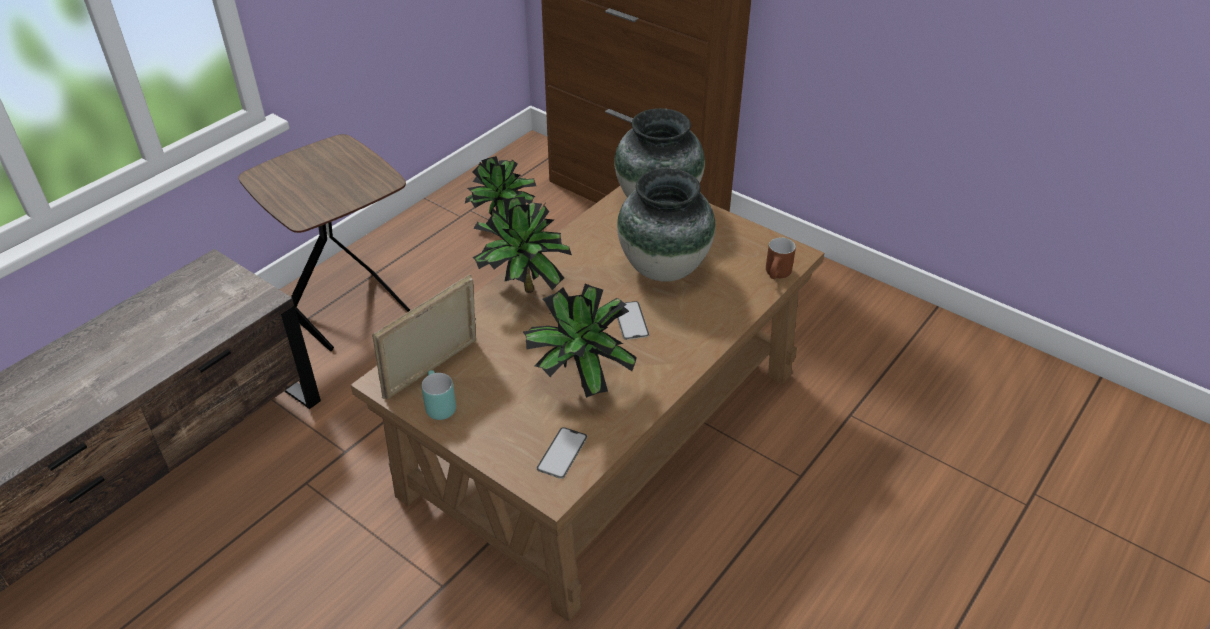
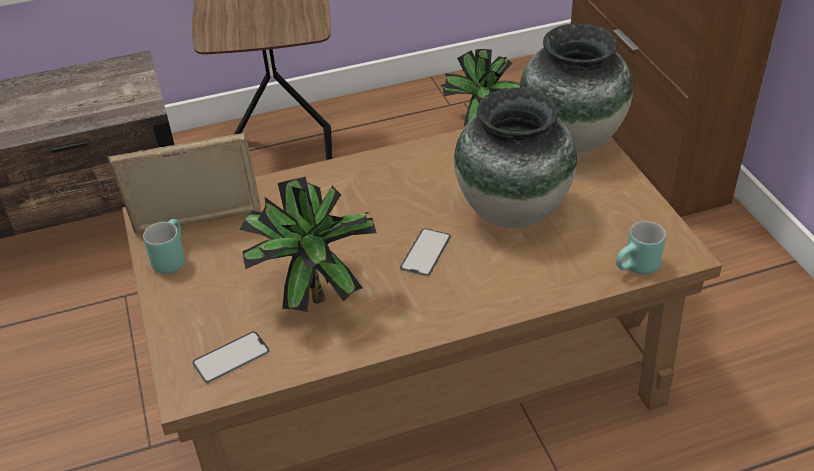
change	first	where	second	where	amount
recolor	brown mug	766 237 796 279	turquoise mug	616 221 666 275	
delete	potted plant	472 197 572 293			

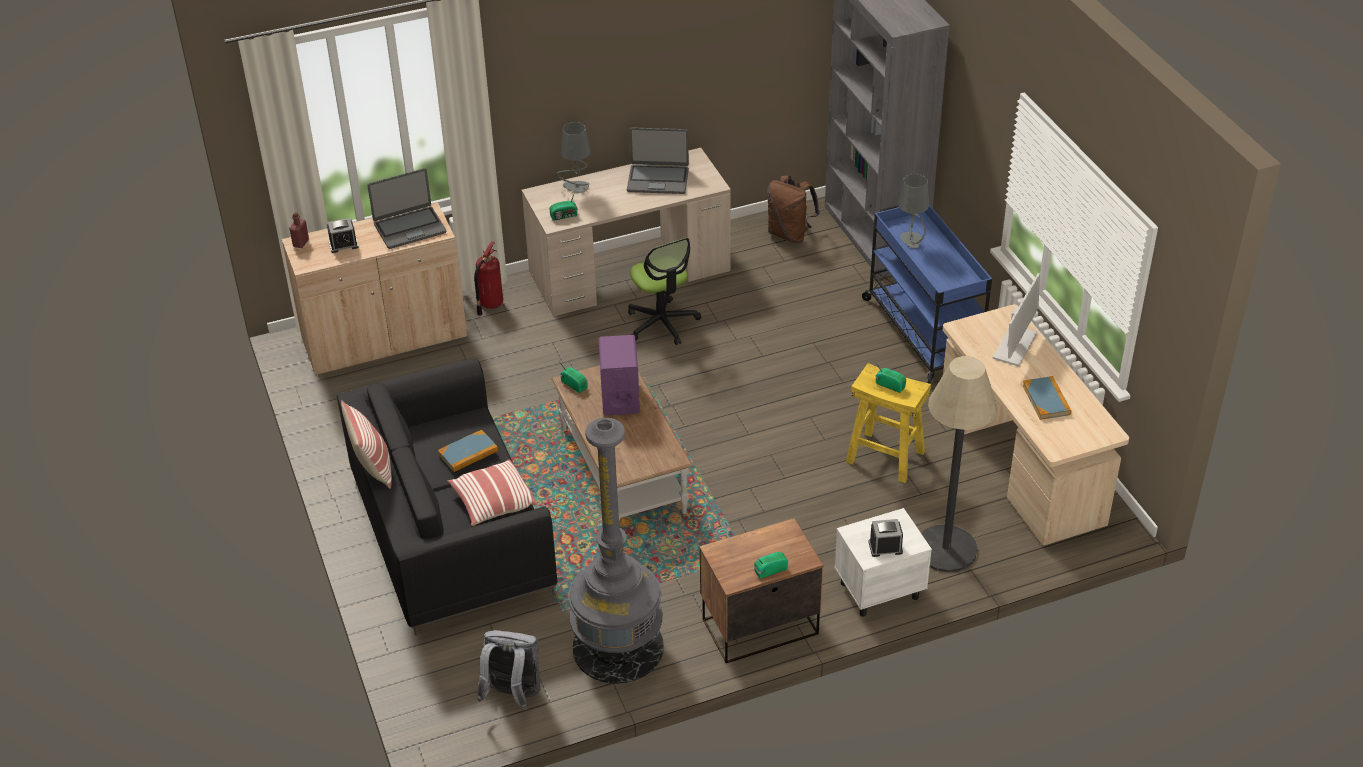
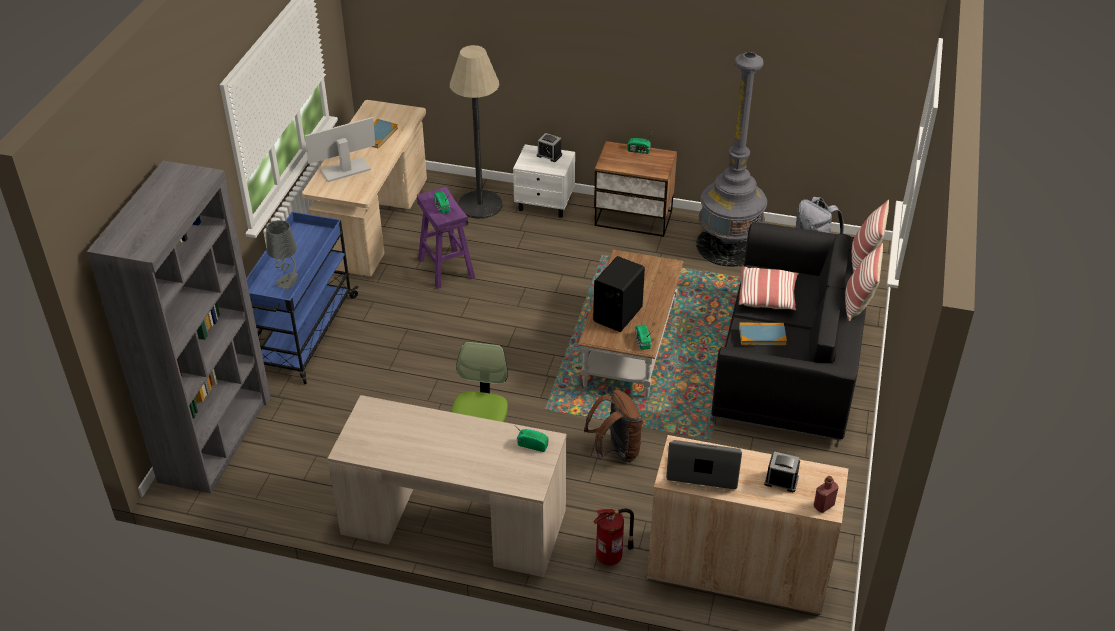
change	first	where	second	where	amount
recolor	yellow stool	846 363 931 483	purple stool	417 187 475 289	
move	brown backpack	767 176 820 243		584 390 643 463	
recolor	purple speaker	599 335 640 415	black speaker	593 256 645 332	
insert			pillow	852 200 889 273	
delete	grey table lamp	556 122 590 193			
delete	laptop	627 127 689 194			

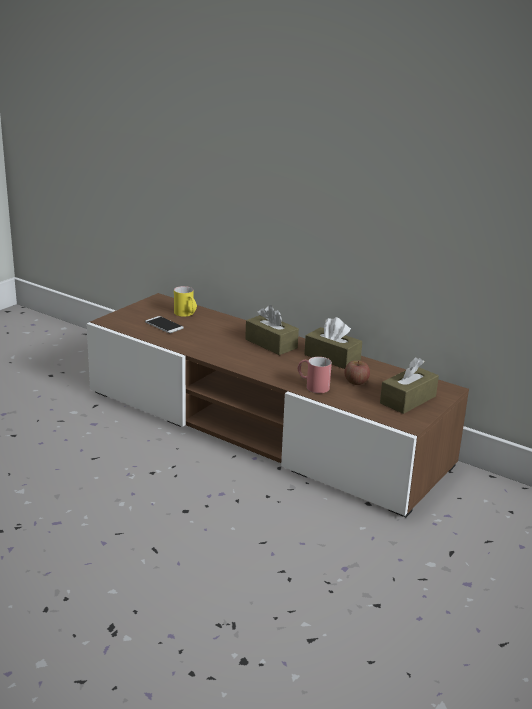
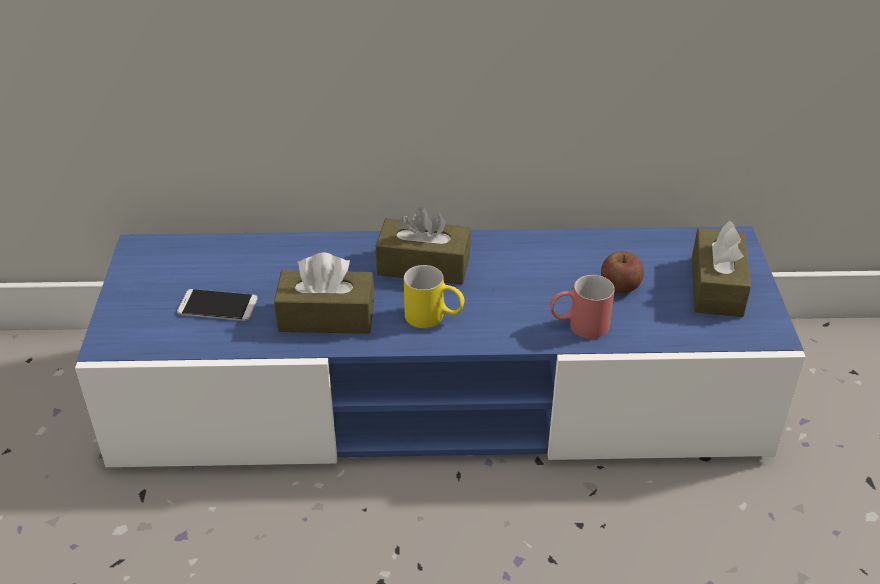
change	first	where	second	where	amount
recolor	brown tv stand	87 293 469 517	blue tv stand	75 226 805 467	
move	brown tissue box	304 317 362 369		274 253 374 334	
move	yellow mug	174 286 197 317		404 265 464 328	

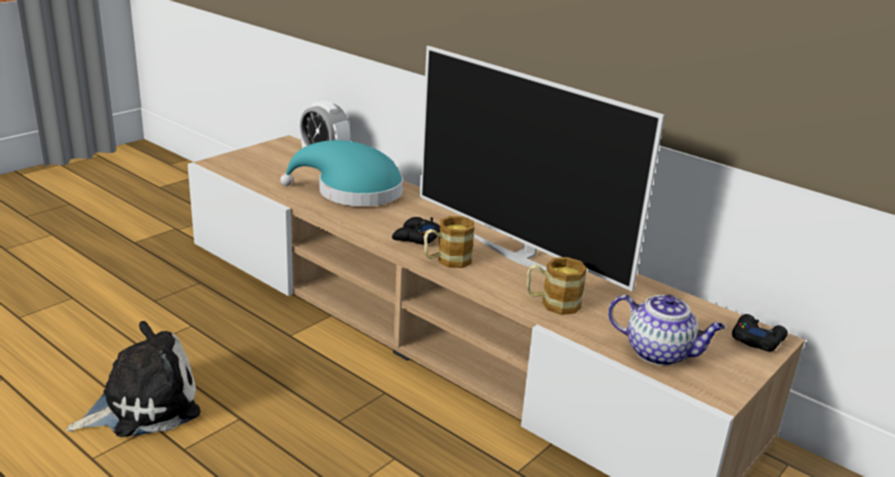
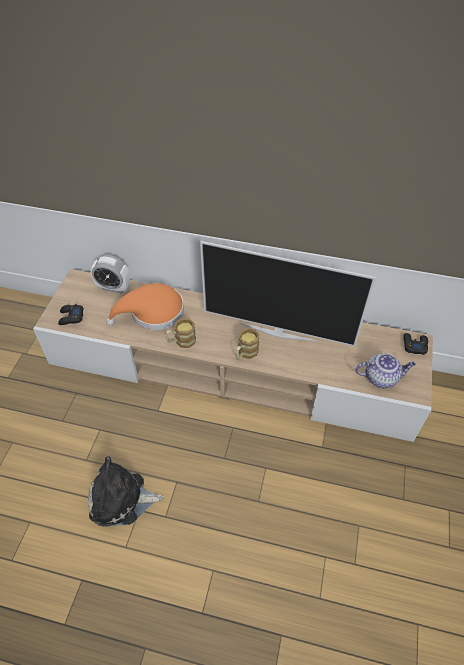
change	first	where	second	where	amount
move	black game controller	392 217 440 245		58 304 84 325	
rotate	plush toy	66 321 201 437		88 456 164 527	120 degrees counterclockwise
recolor	turquoise hat	280 140 403 206	orange hat	106 283 184 330	
move	mug	527 257 587 315		165 318 196 348	

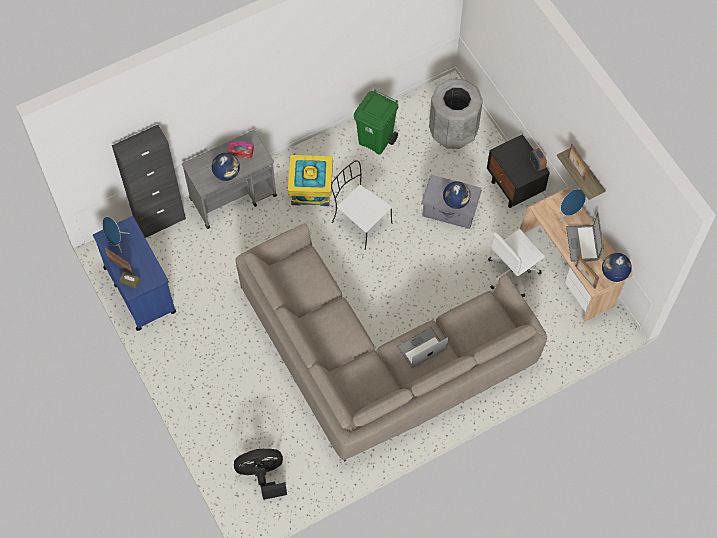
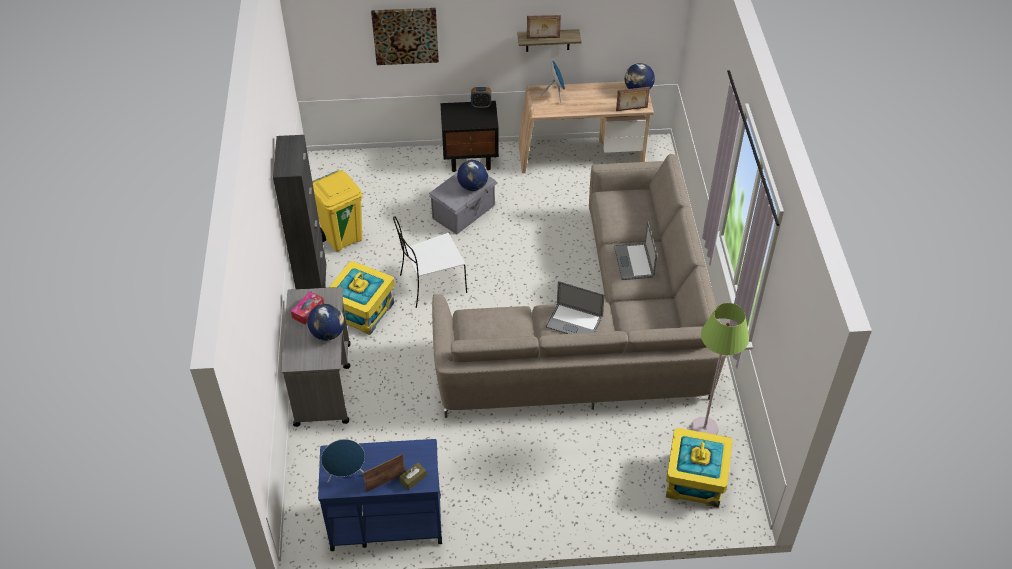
change	first	where	second	where	amount
move	black cabinet	112 125 186 238		273 135 326 289	
recolor	green trash can	354 90 398 154	yellow trash can	312 170 362 251	
insert			picture	371 8 439 65	
move	laptop	566 212 604 262		546 281 605 334	
replace	black fan	234 449 287 500	yellow storage box	666 428 733 508	
insert			green floor lamp	691 303 749 435	
delete	grey trash can	429 79 483 149			
delete	white office chair	488 229 545 297			

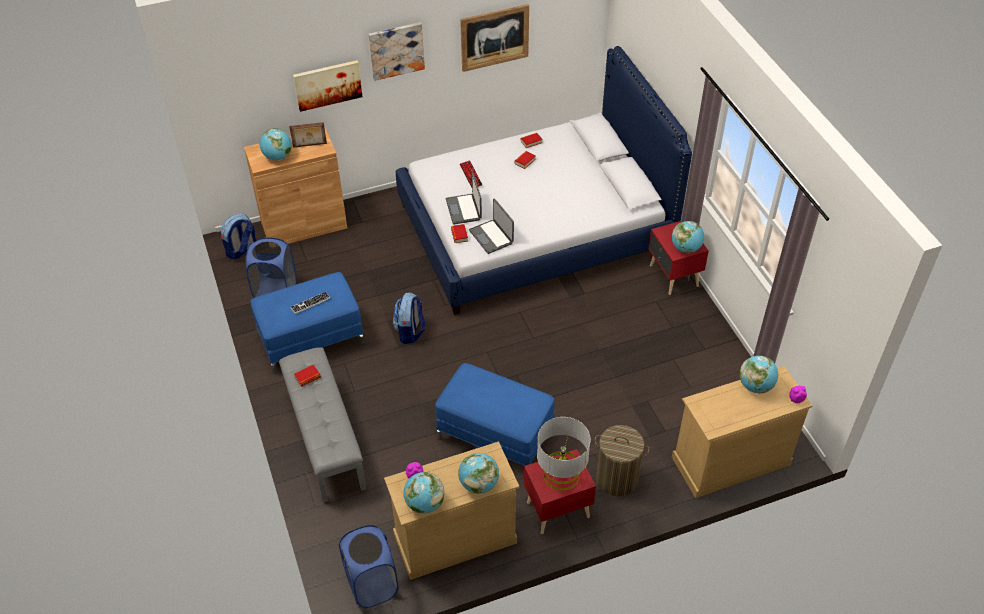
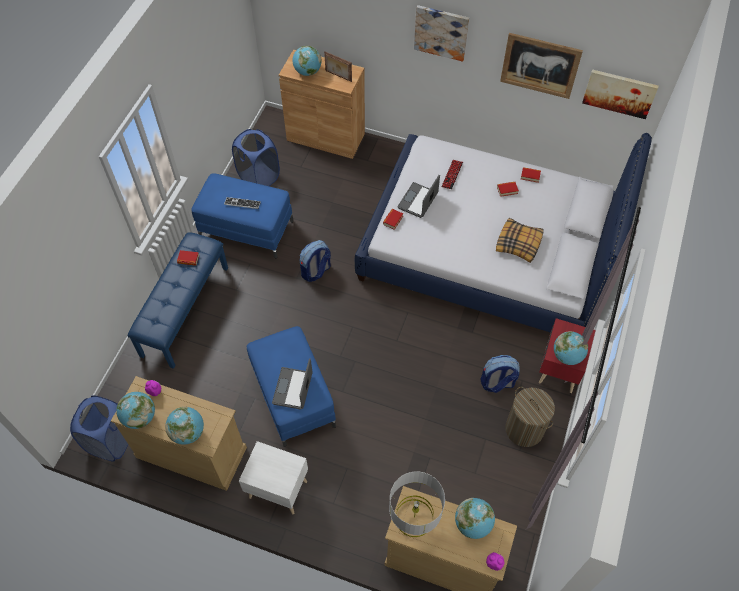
change	first	where	second	where	amount
recolor	grey bench	279 347 366 503	blue bench	128 232 228 369	
recolor	red nightstand	524 449 596 534	white nightstand	239 441 308 514	
move	laptop	469 198 514 254		272 358 313 410	
move	grey table lamp	537 417 590 490		389 471 445 537	
move	backpack	221 213 256 260		481 355 520 393	
insert			pillow	496 218 543 263	
move	laundry basket	595 425 649 496		506 387 555 447	
move	picture	293 60 362 112		582 69 659 119	

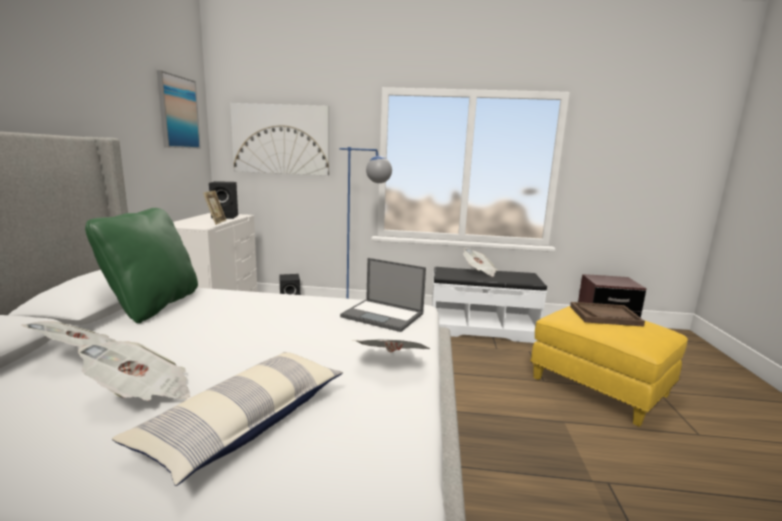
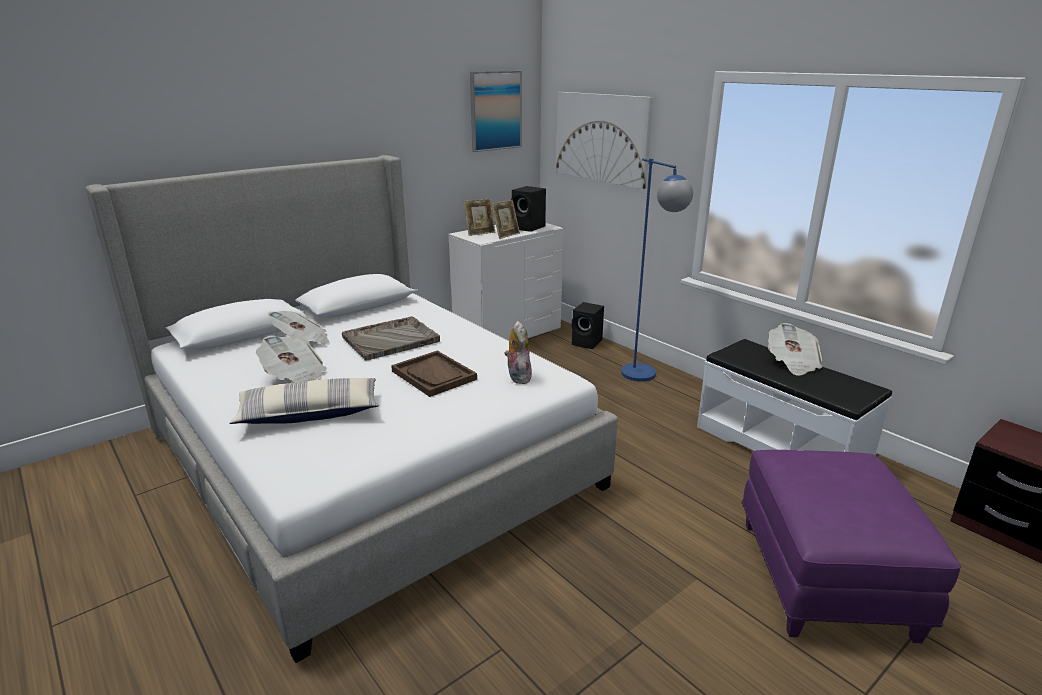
change	first	where	second	where	amount
insert			grey tray	342 316 440 361	
move	brown tray	570 302 645 327		391 351 477 397	
insert			picture frame	464 198 495 236	
replace	laptop	340 258 426 332	plush toy	504 321 532 384	
recolor	yellow ottoman	530 306 688 427	purple ottoman	741 450 961 643	
delete	green pillow	85 208 198 323			
delete	newspaper	353 339 430 352			

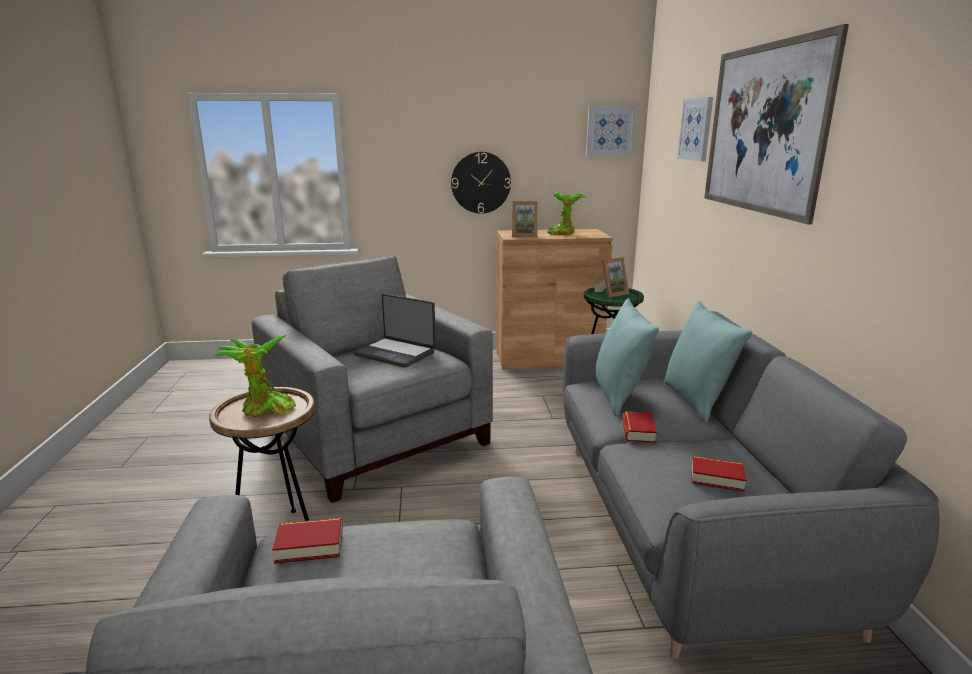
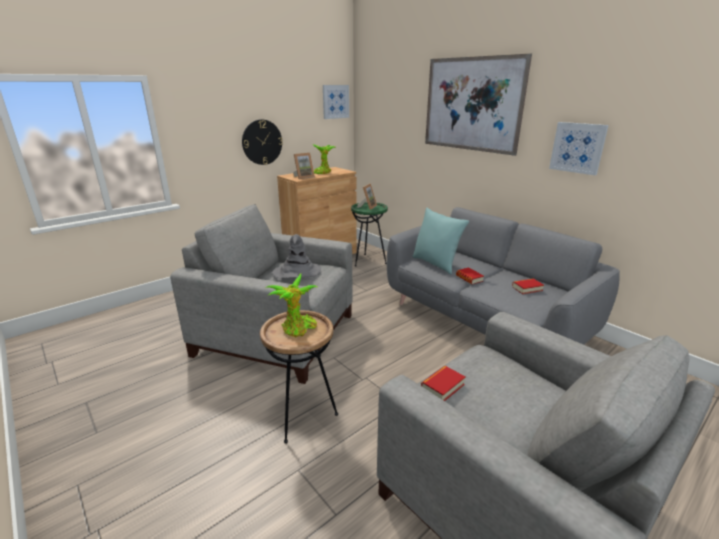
change	first	where	second	where	amount
replace	laptop	353 293 436 368	grey hat	272 234 321 279	
move	picture	677 97 713 161		549 122 609 175	
delete	turquoise pillow	664 301 752 423			

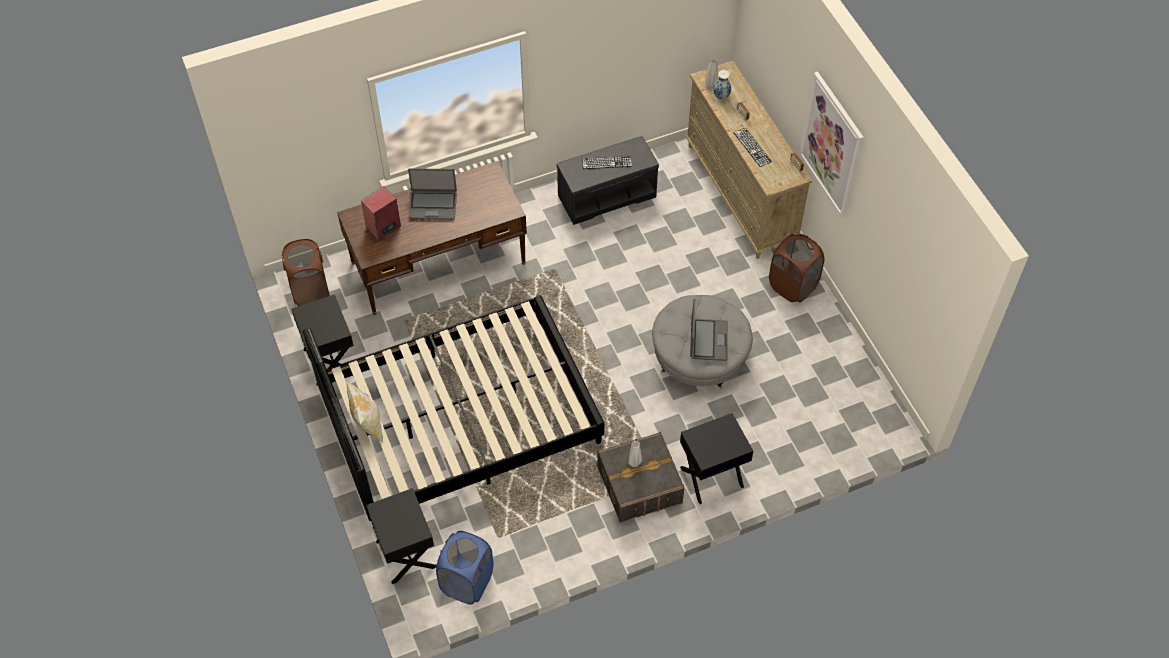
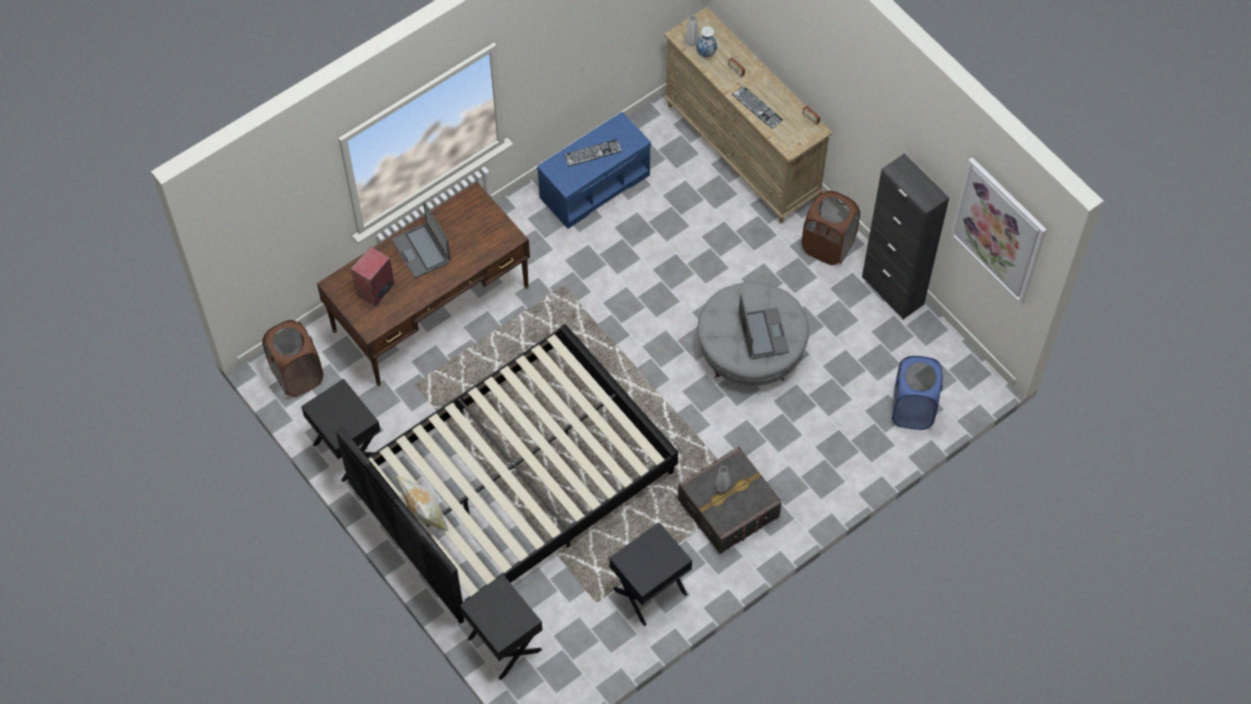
change	first	where	second	where	amount
rotate	laptop	408 168 457 220		392 202 450 278	75 degrees clockwise
recolor	grey bench	557 136 659 225	blue bench	537 112 651 229	
move	black nightstand	680 413 753 504		609 522 692 626	
insert			black cabinet	862 153 949 319	
move	blue laundry basket	436 531 493 605		892 356 943 430	
move	picture	799 72 864 218		950 157 1047 305	

